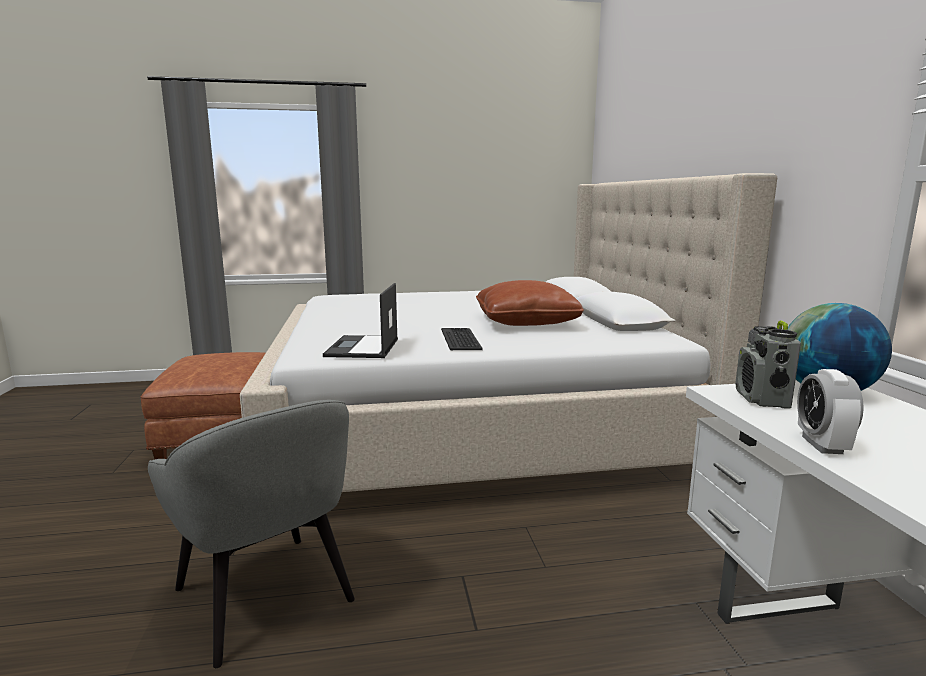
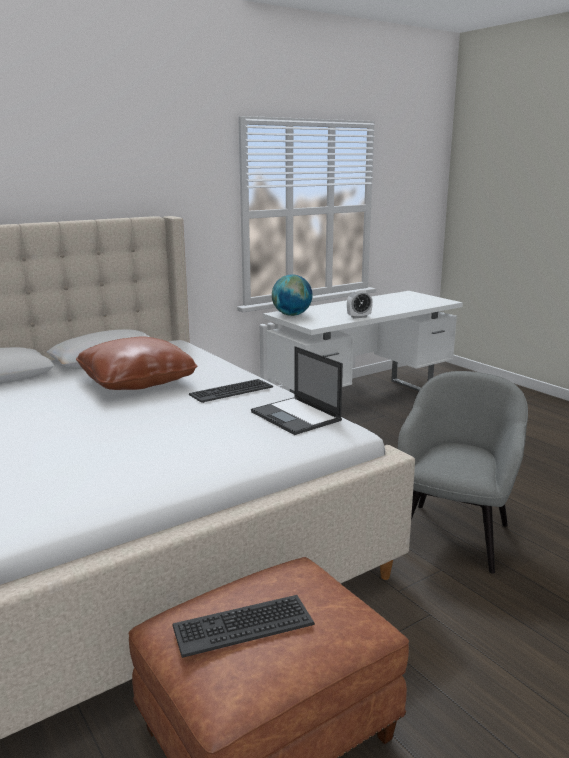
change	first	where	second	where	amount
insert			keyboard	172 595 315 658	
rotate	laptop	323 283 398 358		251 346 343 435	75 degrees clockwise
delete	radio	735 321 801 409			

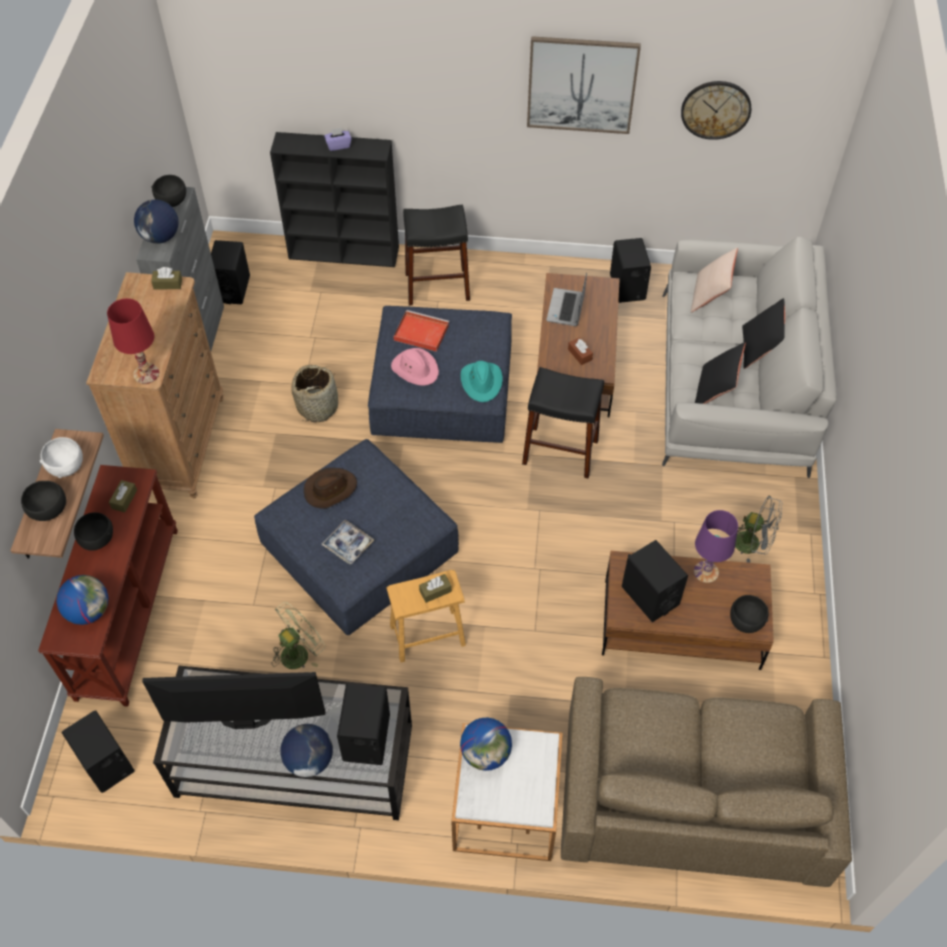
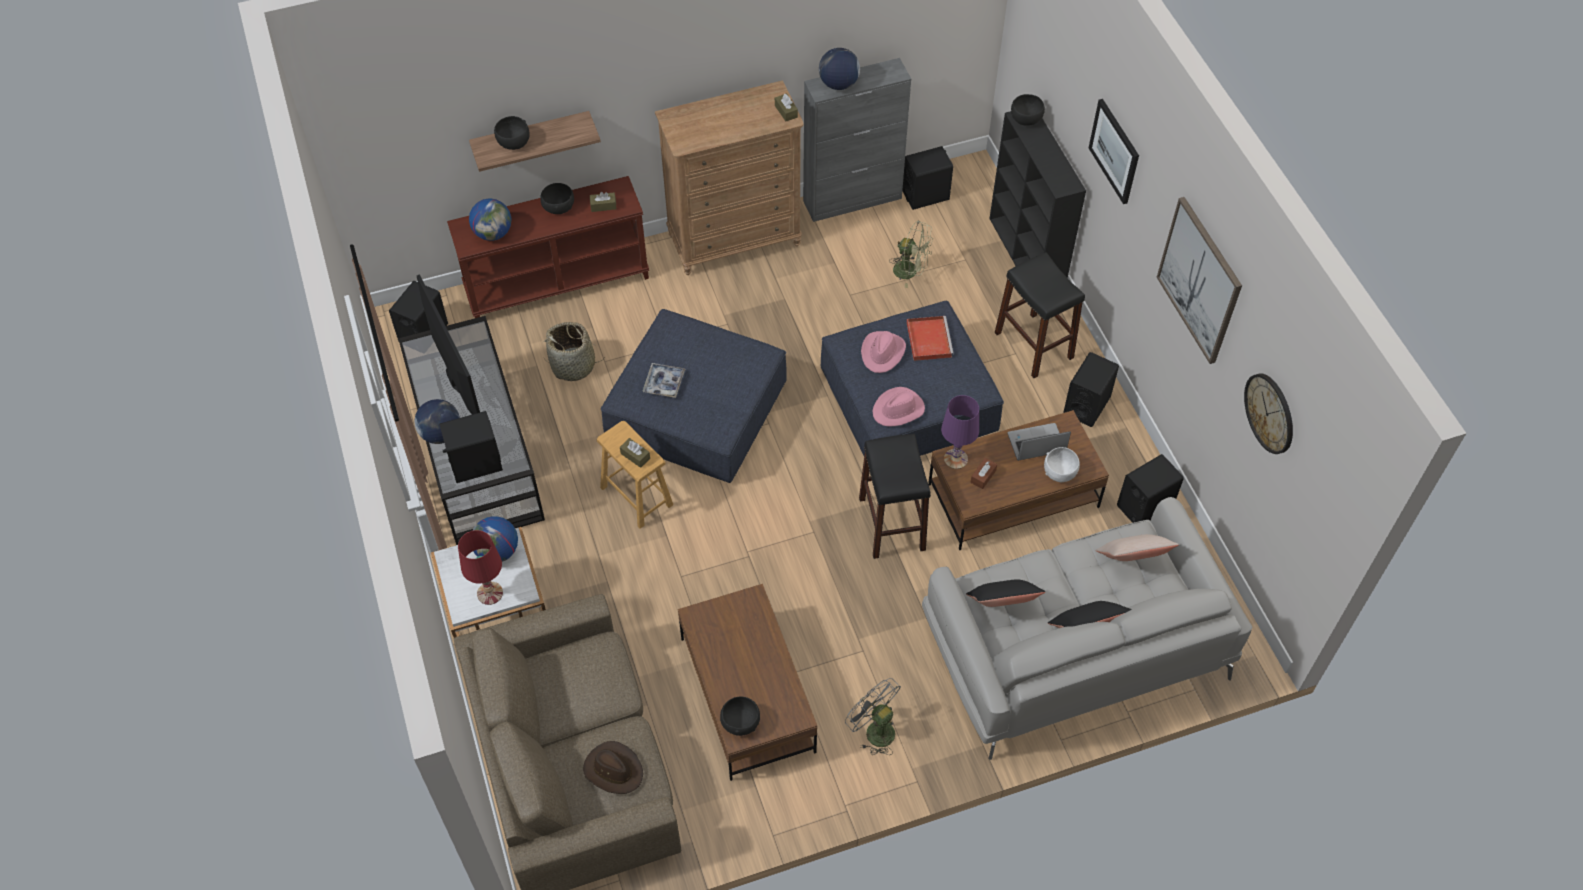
change	first	where	second	where	amount
move	red table lamp	107 298 159 384		458 530 503 605	
move	basket	292 364 338 422		543 322 603 381	
move	brown hat	304 468 357 508		583 741 643 794	
rotate	grey fan	735 495 782 563		845 678 901 755	135 degrees clockwise
recolor	turquoise hat	461 361 503 402	pink hat	872 387 925 427	
move	green fan	272 602 325 669		889 221 933 288	
move	purple table lamp	694 510 738 583		941 395 979 469	
move	black bowl	151 175 186 207		1011 94 1045 126	
move	white bowl	40 437 83 478		1044 447 1080 482	
move	black speaker	622 540 688 622		1063 352 1119 427	
insert			picture	1089 99 1139 204	
delete	purple tissue box	324 128 352 151			

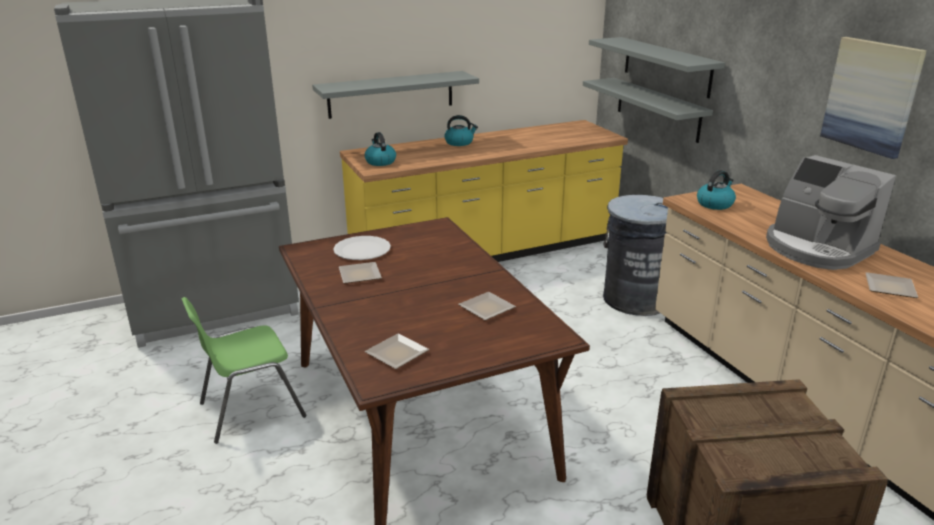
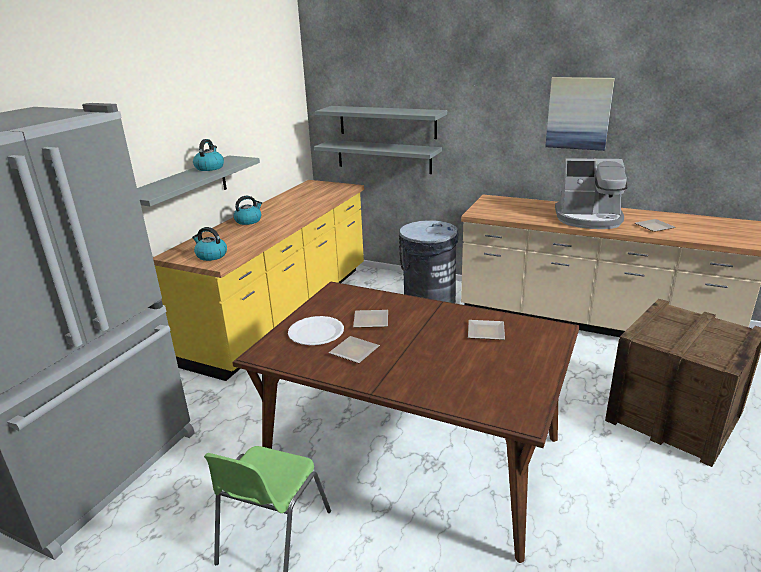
change	first	where	second	where	amount
move	kettle	697 170 736 210		193 139 224 171	
move	plate	365 333 429 369		353 310 388 328	

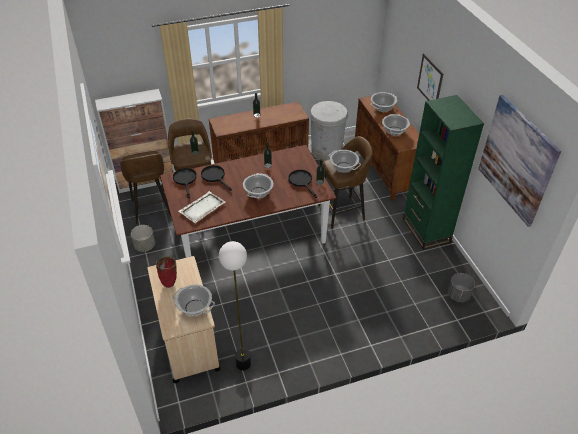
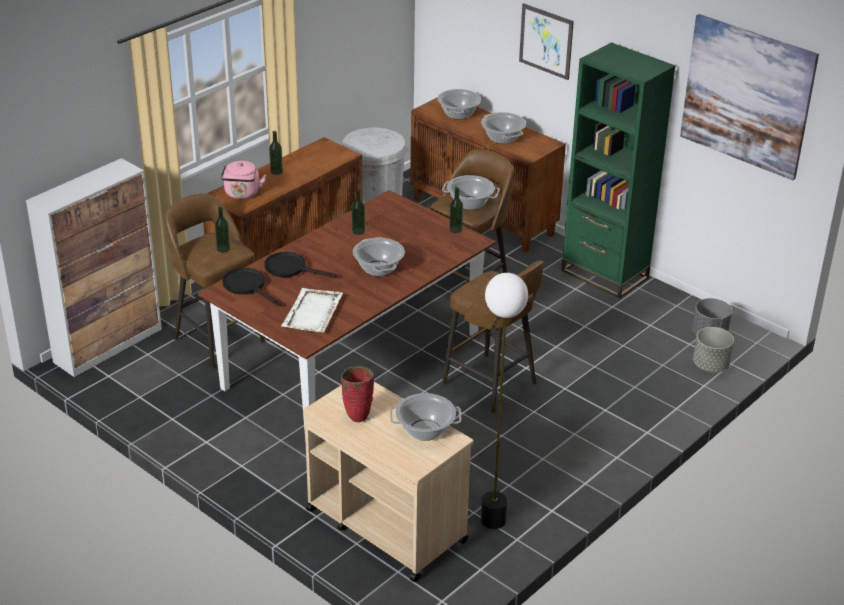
change	first	where	second	where	amount
insert			pink kettle	221 161 266 199	
move	brown stool	120 151 171 224		442 260 543 413	
move	grey planter	131 225 155 252		693 327 734 372	
delete	black frying pan	288 170 317 198			

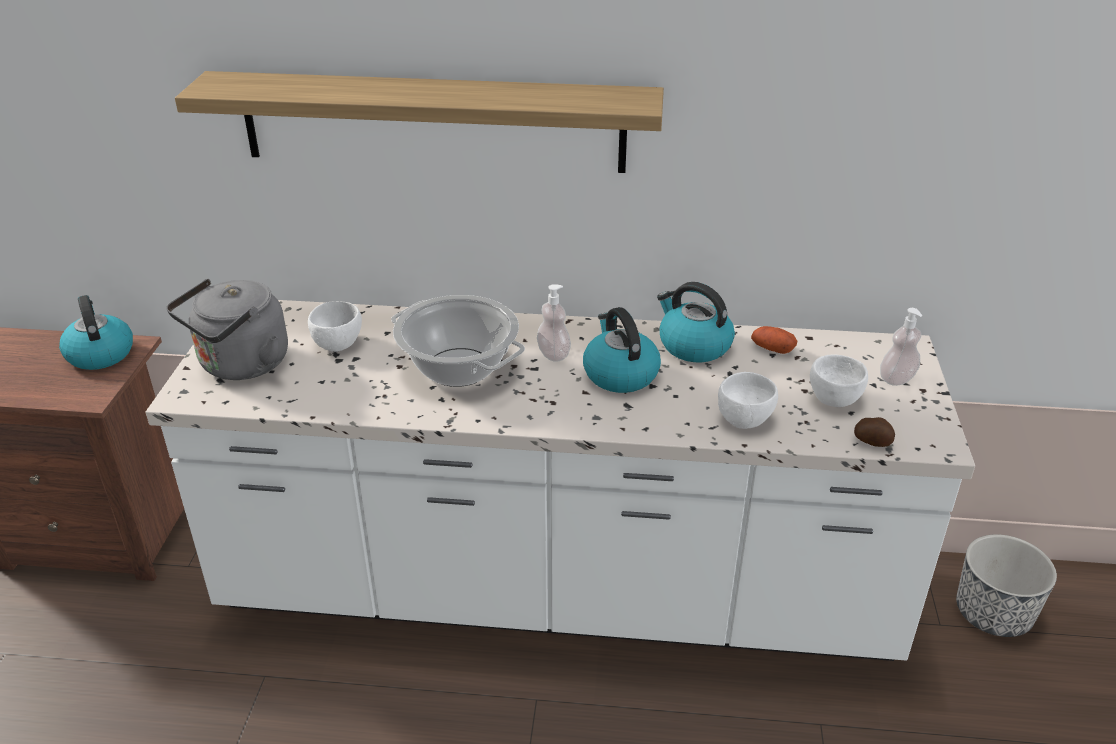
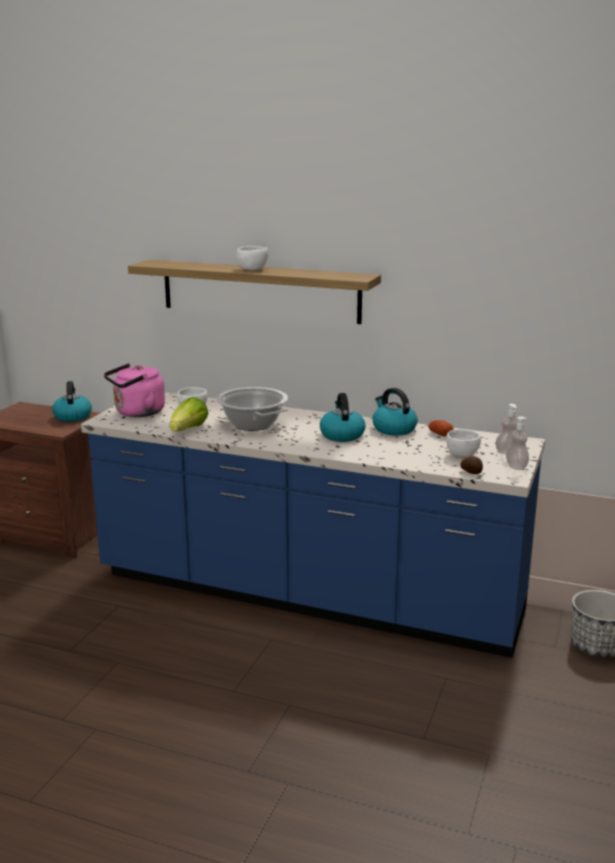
change	first	where	second	where	amount
recolor	white counter	146 300 975 661	blue counter	81 392 545 658	
recolor	grey kettle	166 279 288 380	pink kettle	104 363 165 417	
insert			lettuce	169 397 209 431	
move	white bowl	718 372 778 429		236 246 268 271	
move	soap dispenser	537 284 571 362		506 417 529 470	

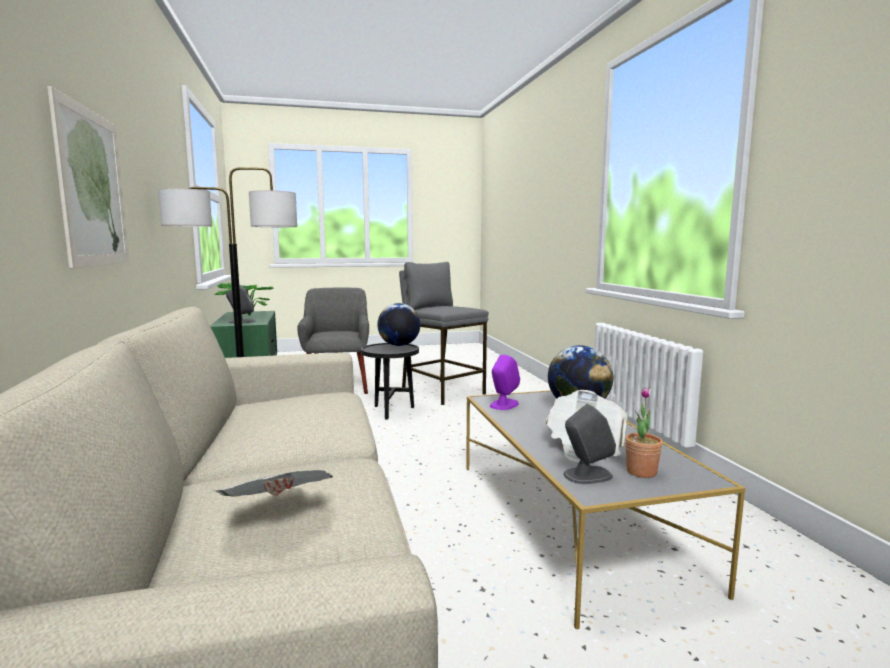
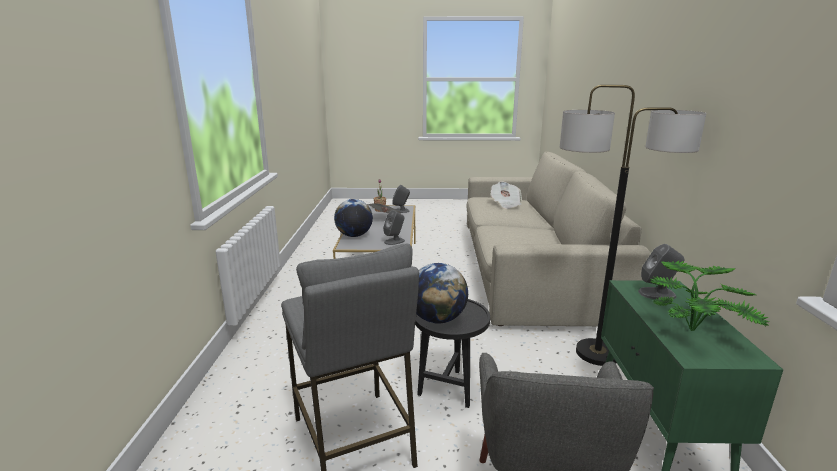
change	first	where	second	where	amount
recolor	purple speaker	490 355 520 410	grey speaker	383 210 405 245	
delete	picture	48 86 129 268			

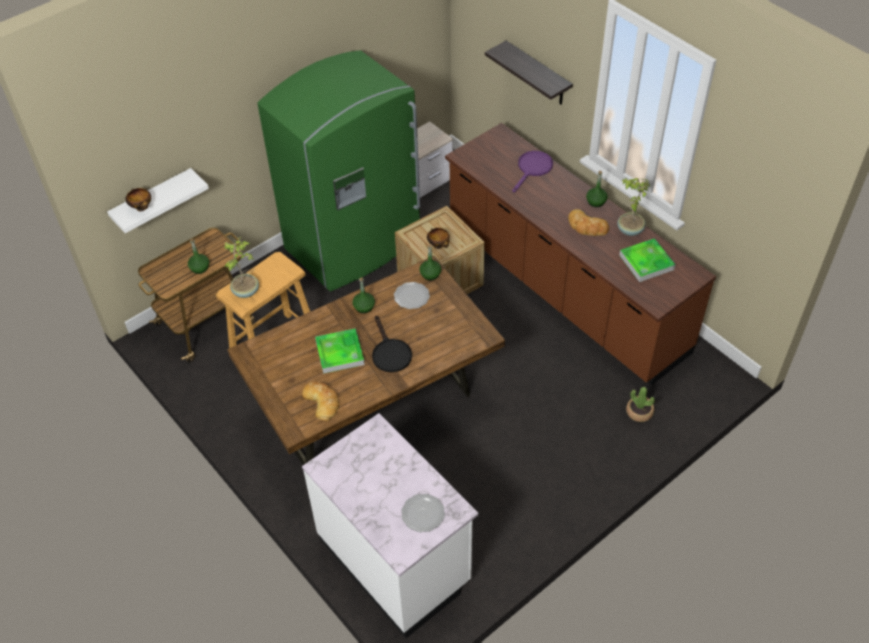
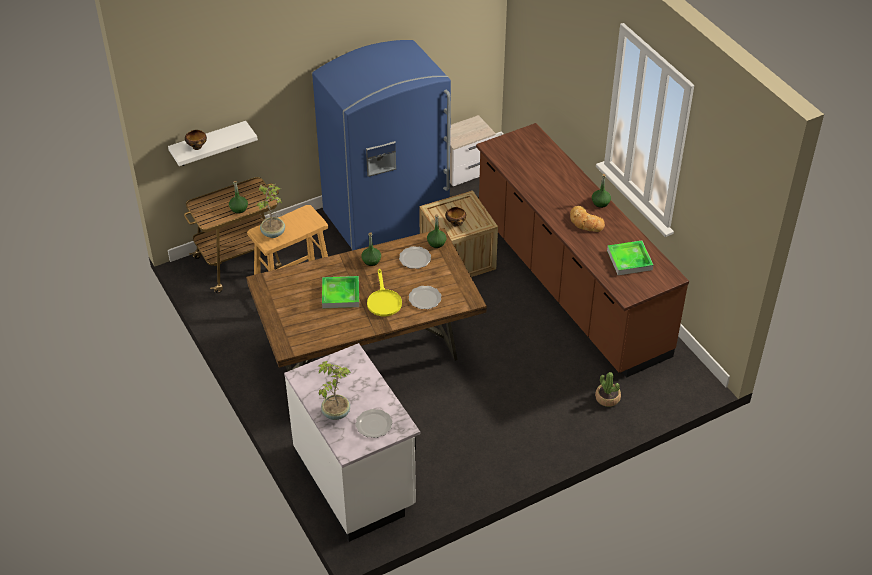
change	first	where	second	where	amount
recolor	green fridge	257 50 420 291	blue fridge	312 40 451 250	
move	potted plant	617 178 650 236		318 361 351 420	
recolor	black frying pan	372 316 412 372	yellow frying pan	367 269 402 316	
insert			plate	409 286 441 309	
delete	bread	302 381 339 421			
delete	shelf	485 41 573 104			
delete	purple frying pan	512 151 553 193			

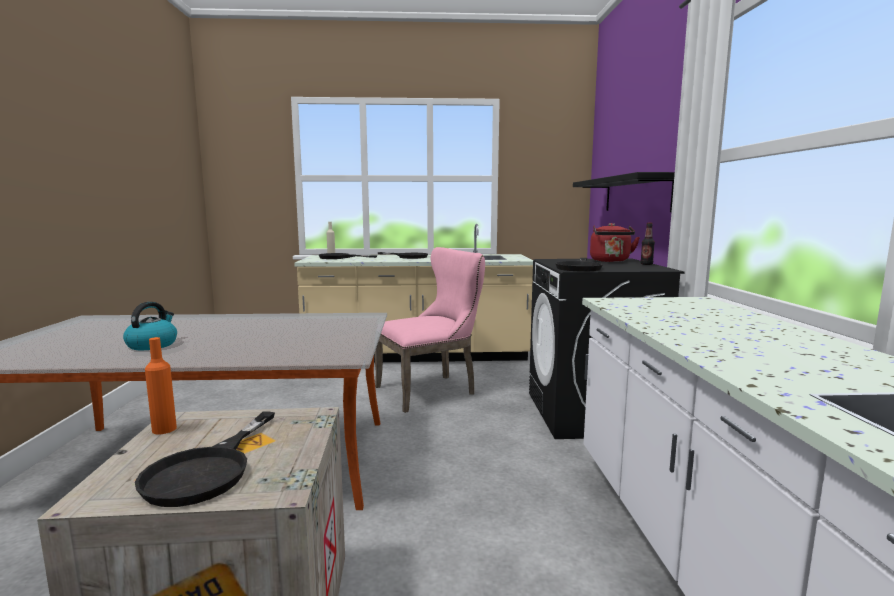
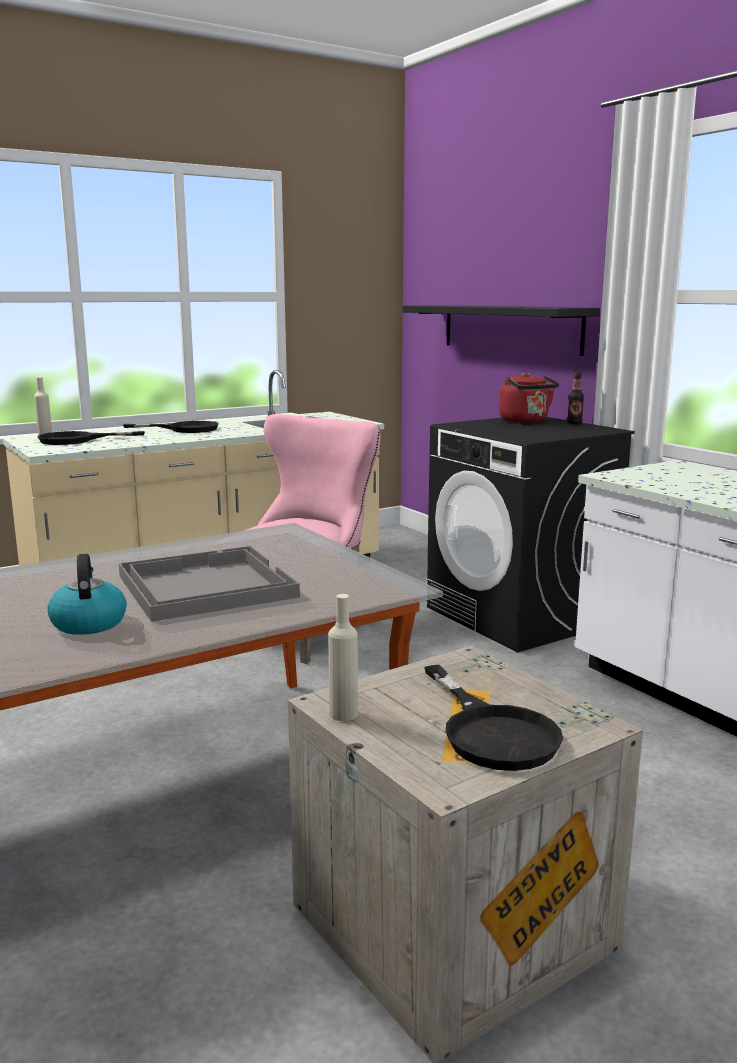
change	first	where	second	where	amount
insert			grey tray	119 546 300 622	
recolor	orange bottle	145 337 177 435	beige bottle	328 594 358 721	
delete	black frying pan	555 258 603 272			

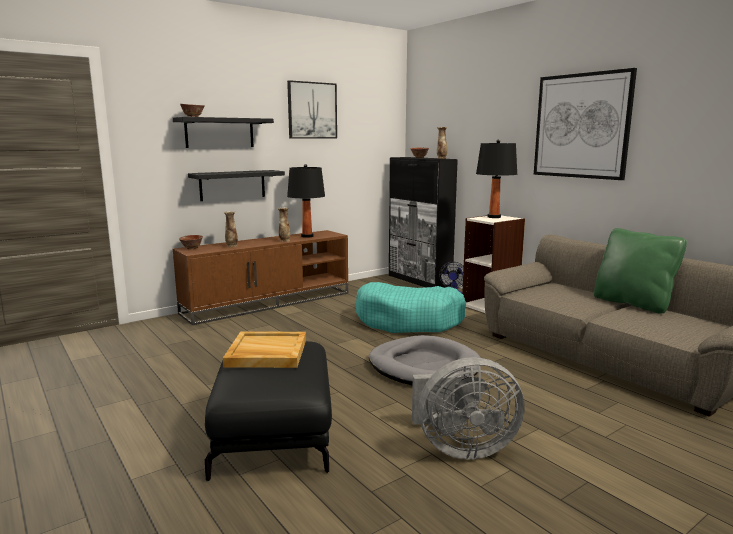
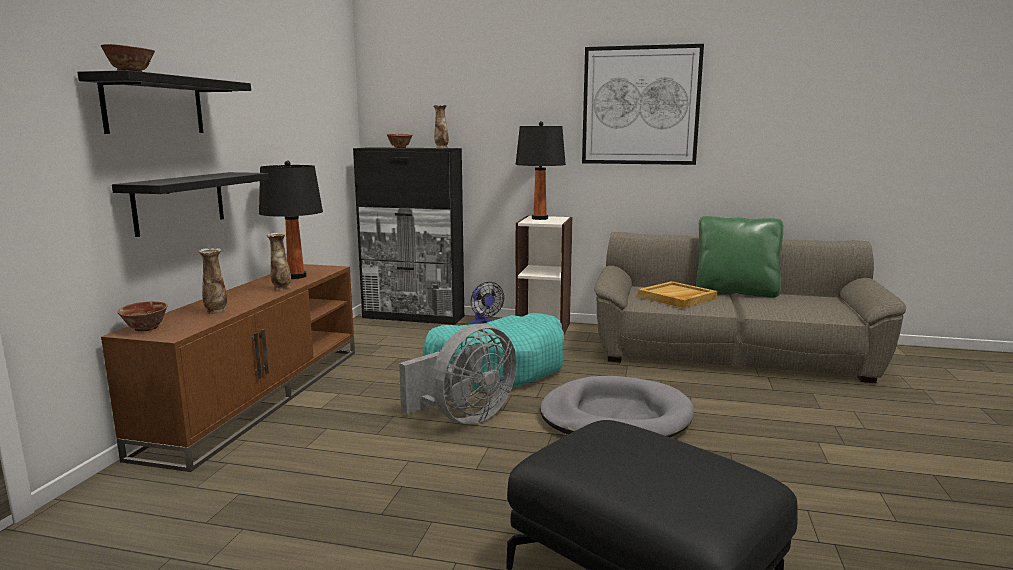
change	first	where	second	where	amount
move	grey fan	412 357 525 459		399 324 517 425	
move	beige tray	223 331 306 368		638 281 718 308	
delete	picture	287 80 337 138			

